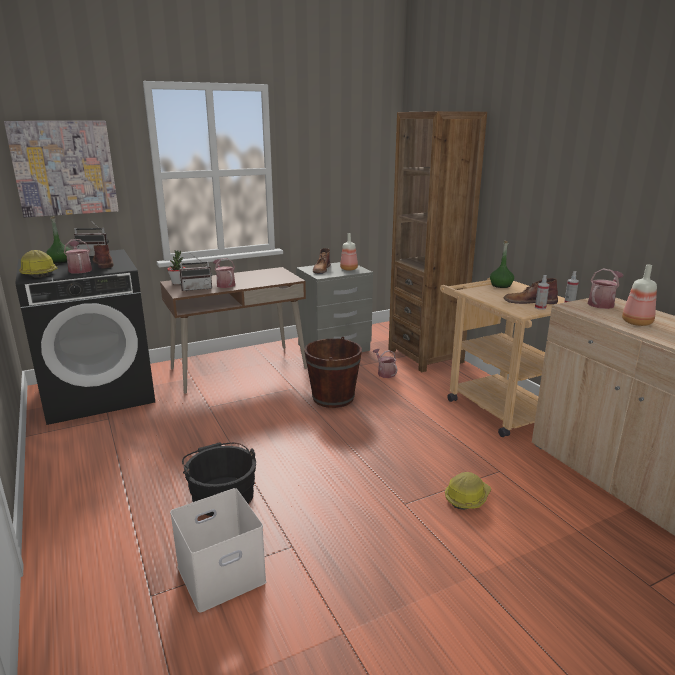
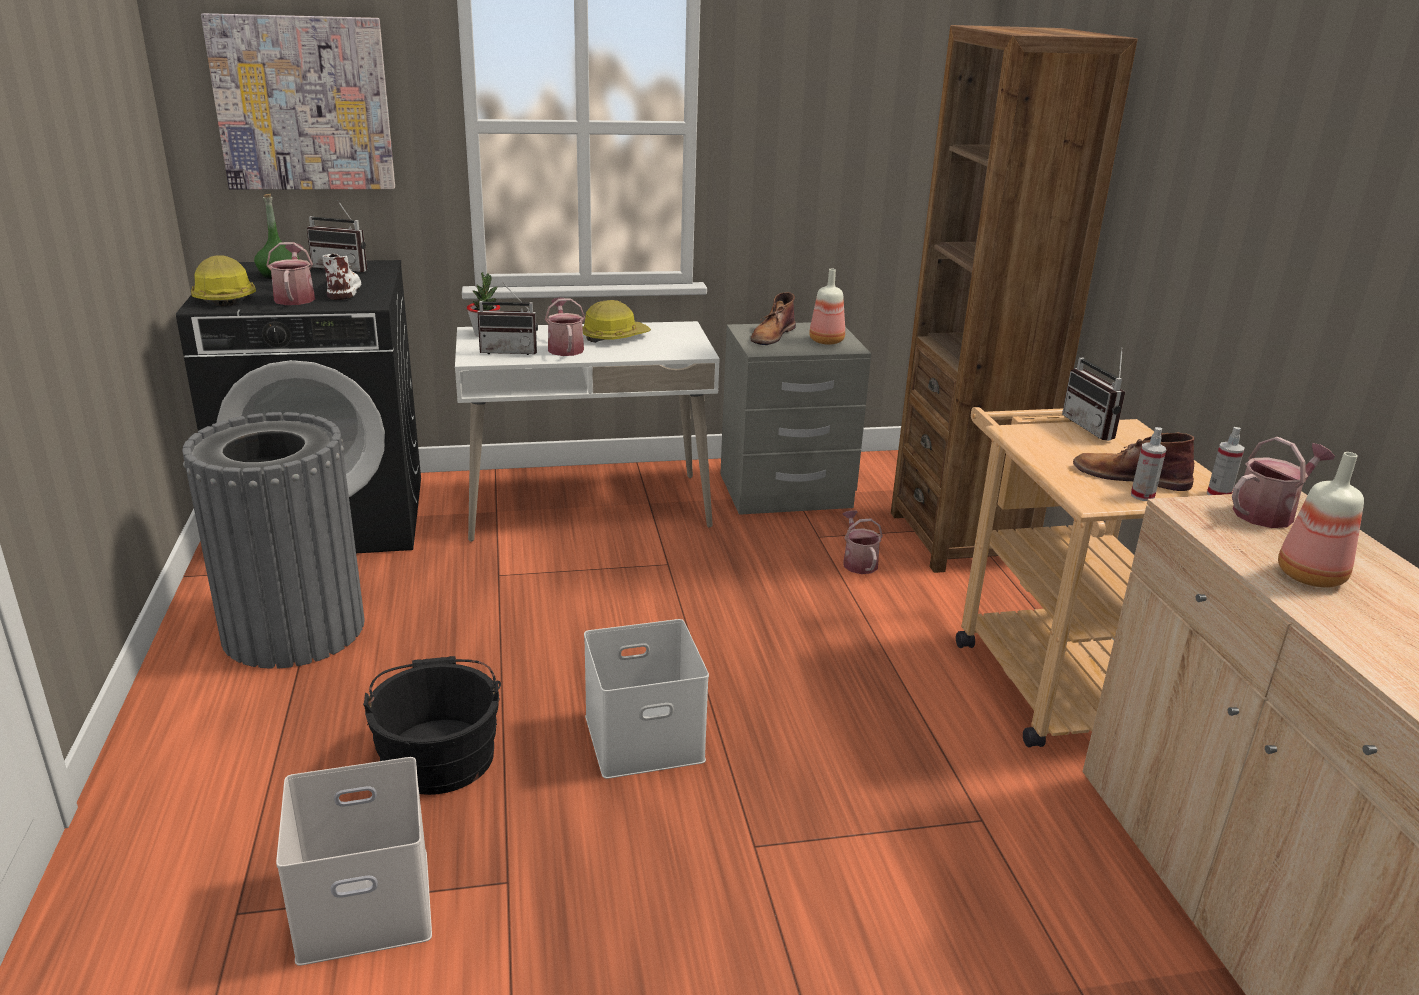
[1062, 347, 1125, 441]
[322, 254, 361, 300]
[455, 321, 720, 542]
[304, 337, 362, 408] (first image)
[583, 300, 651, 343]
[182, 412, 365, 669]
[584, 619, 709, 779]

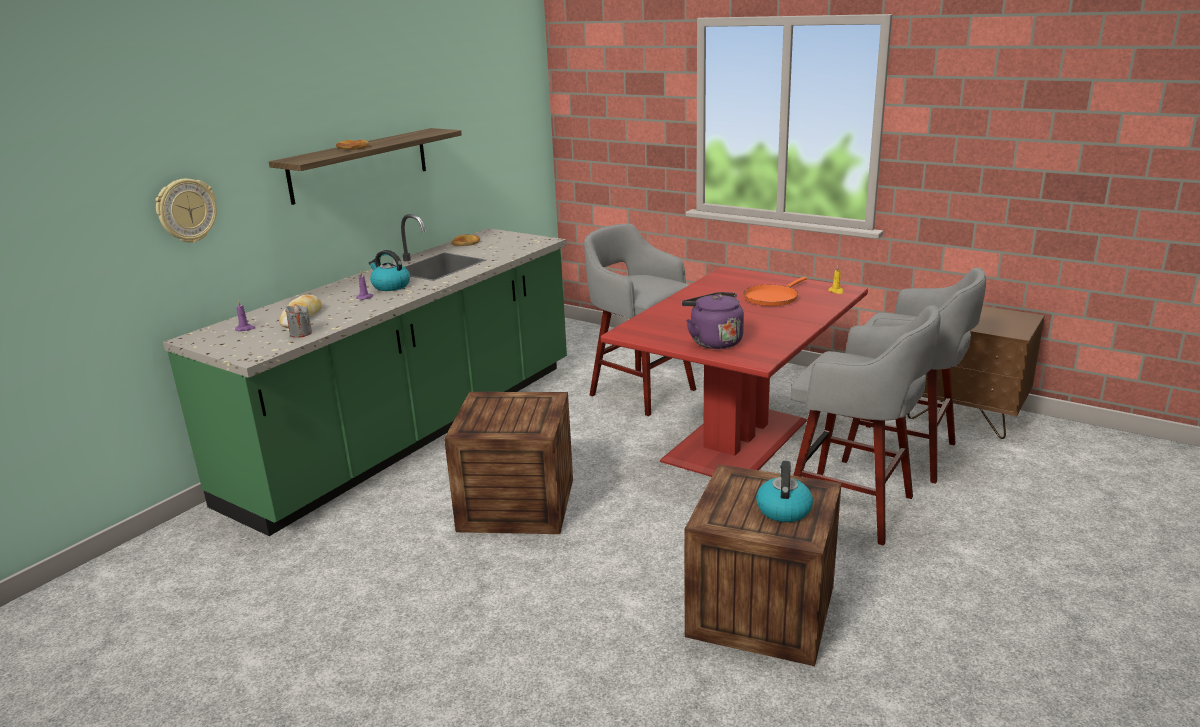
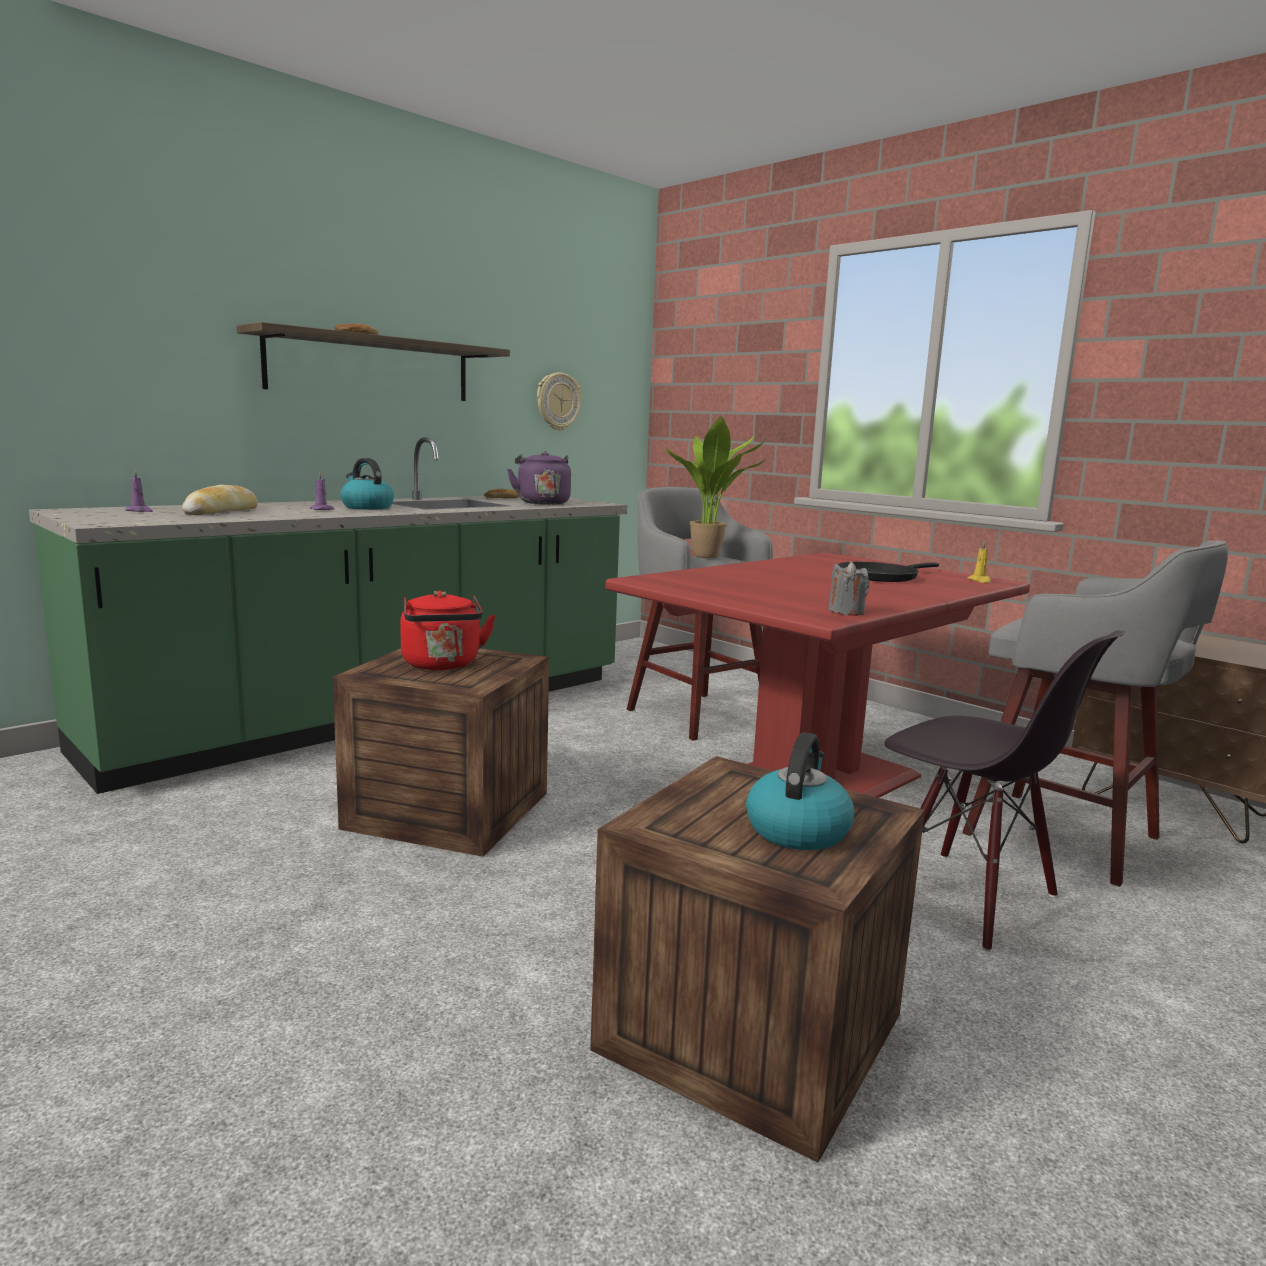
[537, 373, 582, 431]
[837, 562, 939, 582]
[507, 451, 571, 505]
[828, 561, 869, 616]
[884, 630, 1126, 952]
[666, 417, 767, 558]
[400, 590, 496, 670]

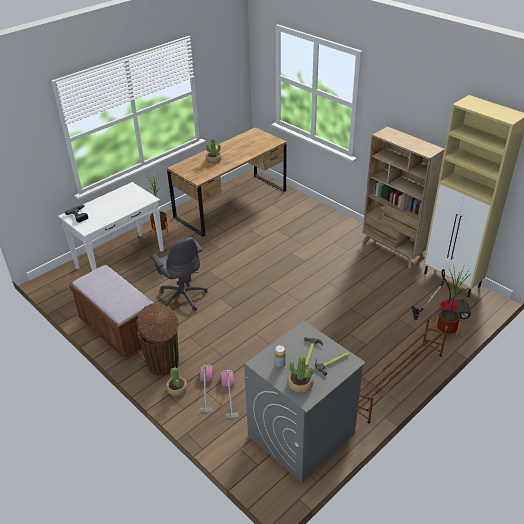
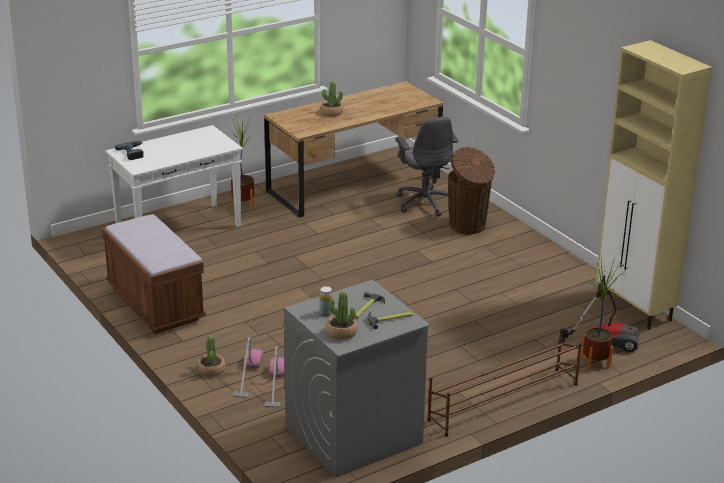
[362, 126, 445, 268] (first image)
[395, 117, 458, 217]
[448, 147, 495, 234]

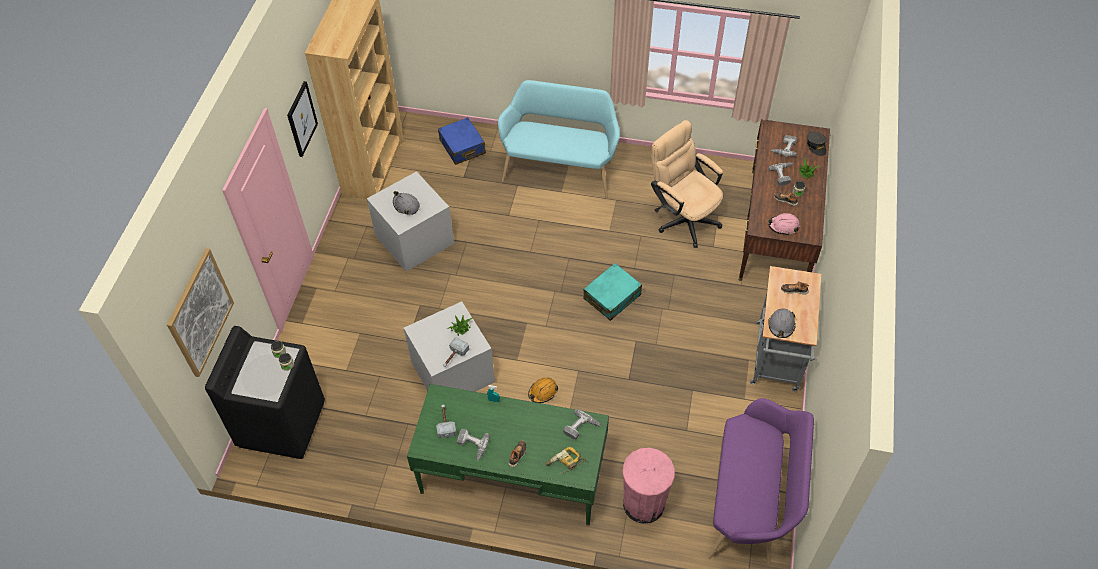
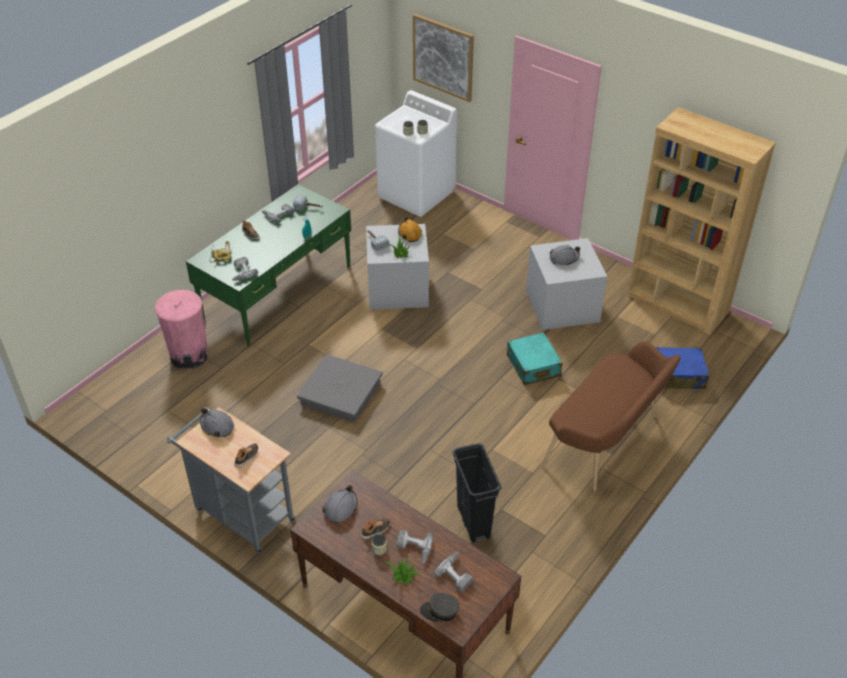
[541, 341, 681, 491]
[287, 81, 318, 157] (first image)
[452, 443, 501, 542]
[322, 485, 358, 523]
[507, 332, 563, 385]
[375, 90, 457, 217]
[398, 217, 422, 242]
[708, 398, 814, 565] (first image)
[297, 354, 383, 422]

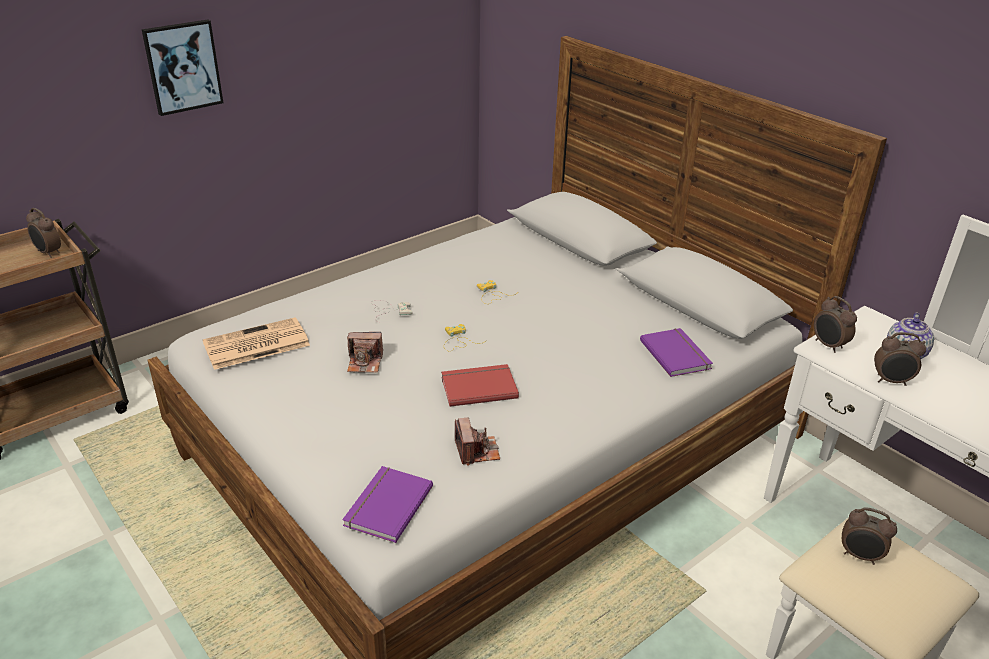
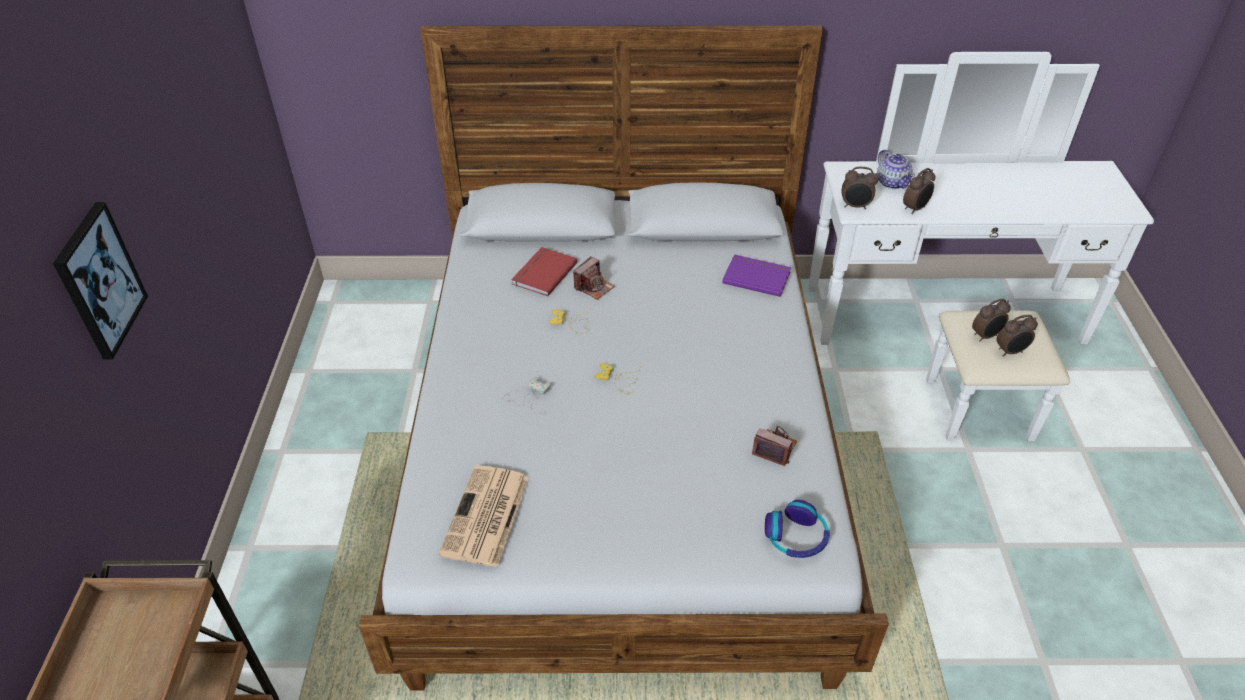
[996, 315, 1038, 357]
[573, 256, 615, 300]
[511, 247, 577, 297]
[765, 500, 830, 558]

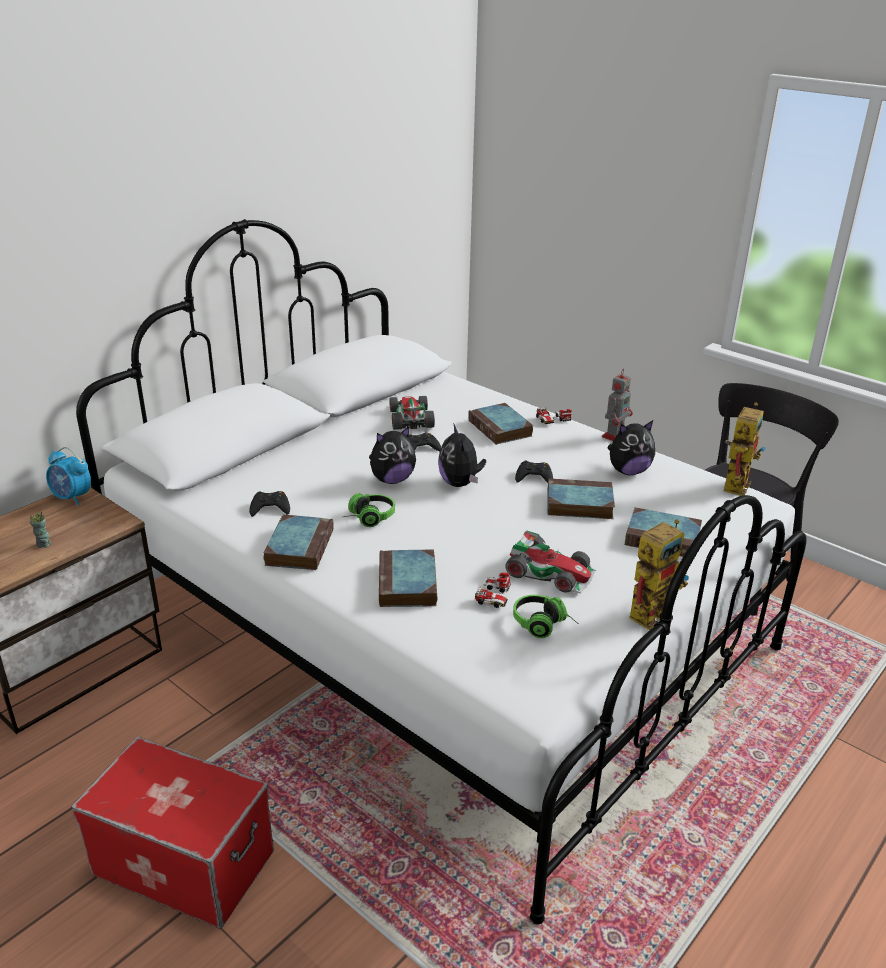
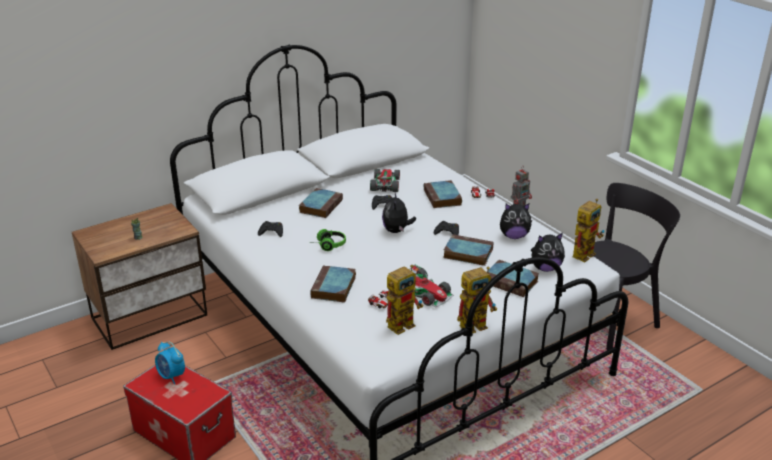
[531, 233, 565, 272]
[155, 342, 185, 384]
[299, 188, 343, 218]
[386, 265, 423, 335]

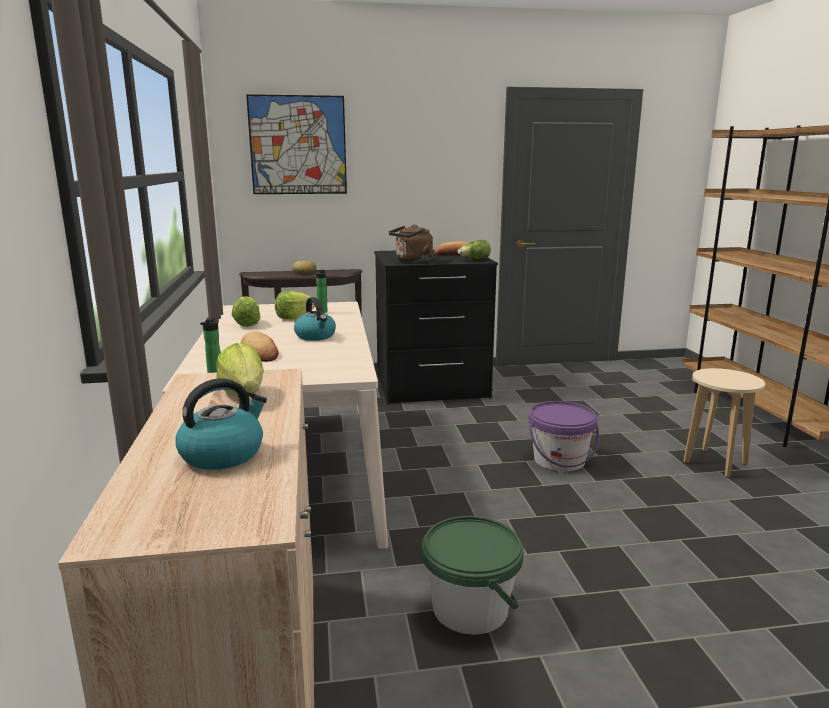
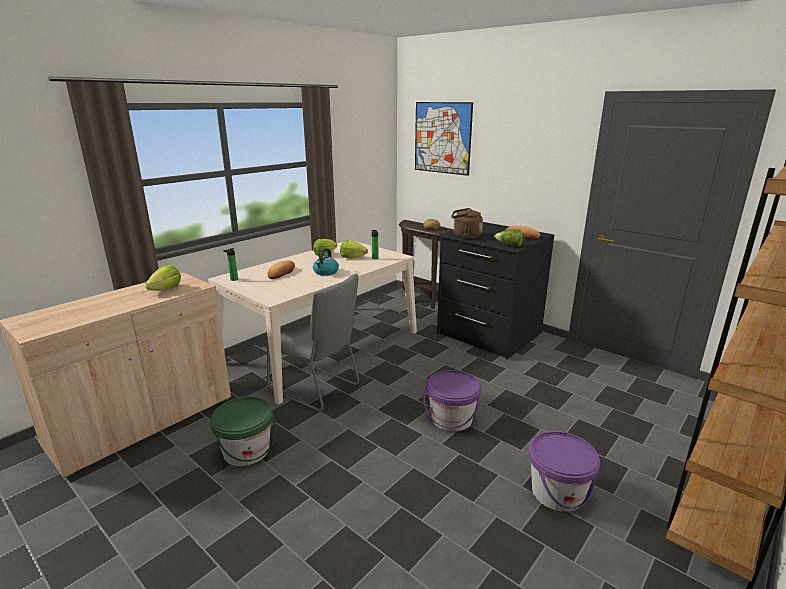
[528, 431, 600, 512]
[175, 378, 267, 470] (first image)
[264, 274, 359, 411]

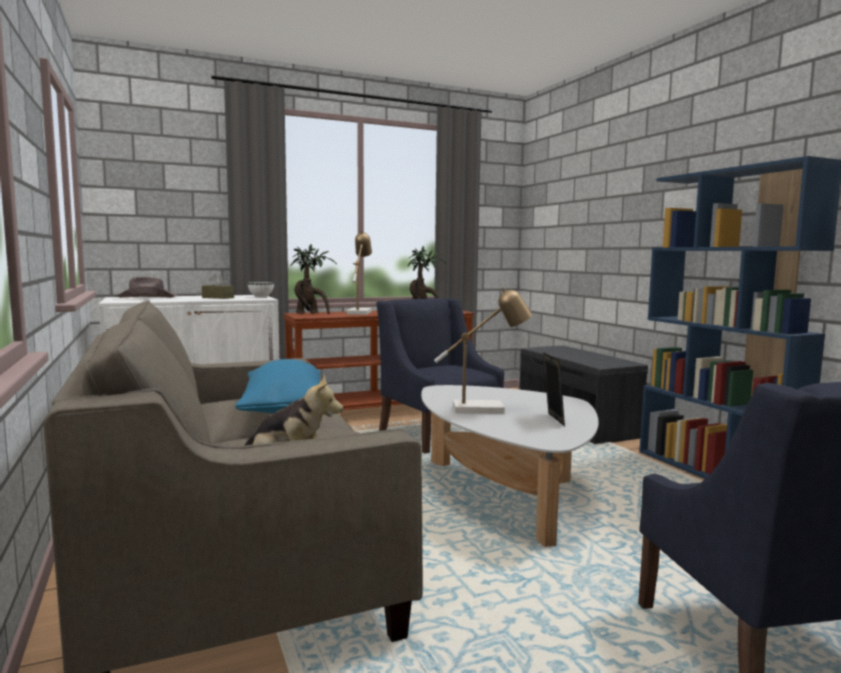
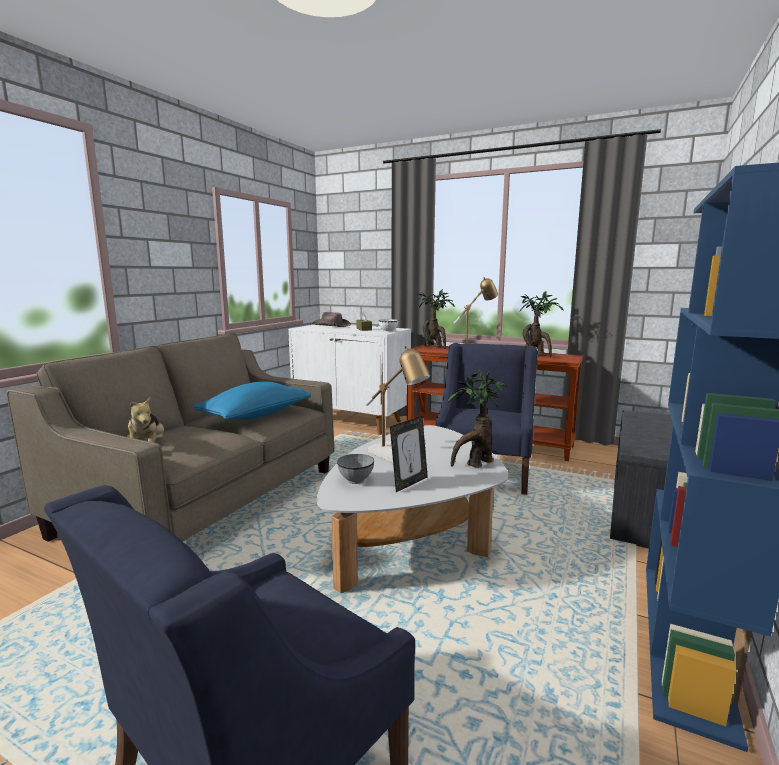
[448, 368, 508, 468]
[337, 454, 374, 484]

